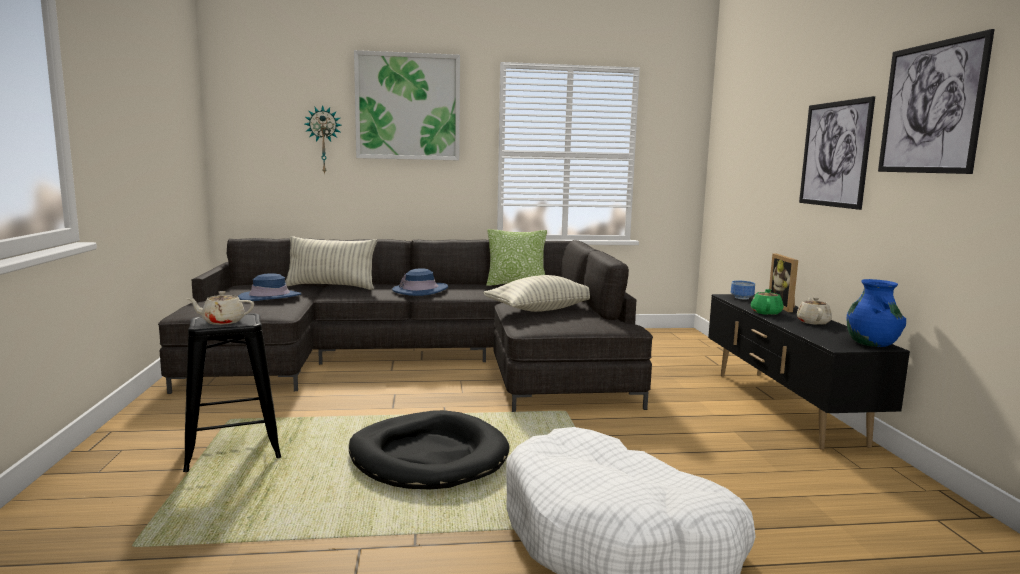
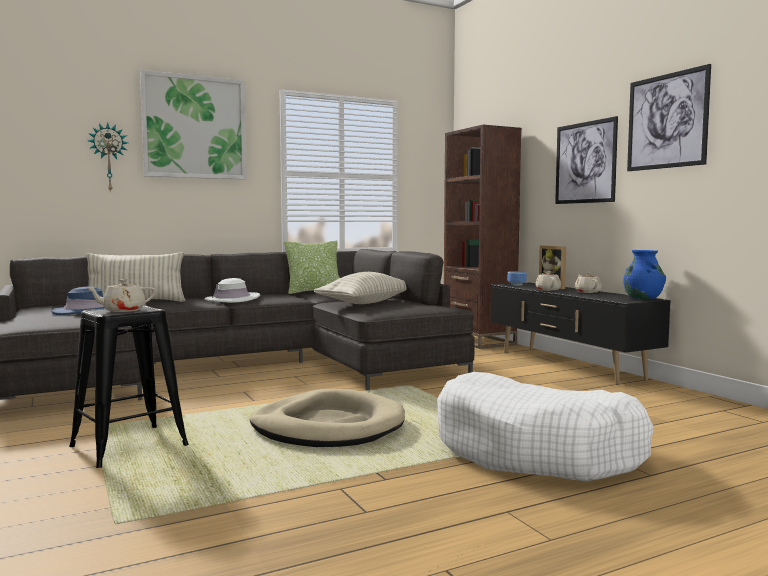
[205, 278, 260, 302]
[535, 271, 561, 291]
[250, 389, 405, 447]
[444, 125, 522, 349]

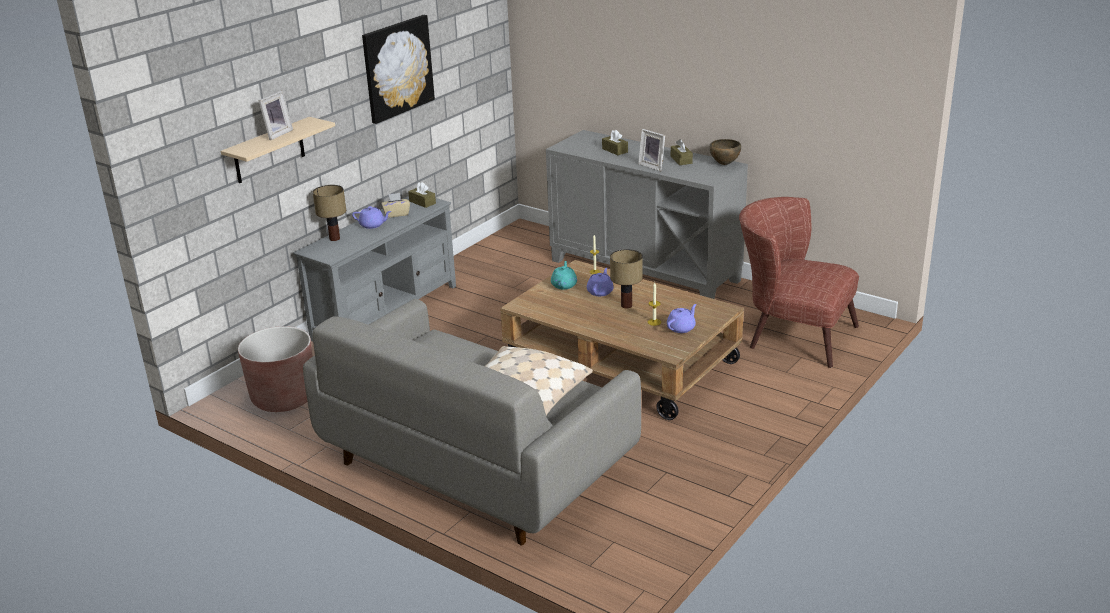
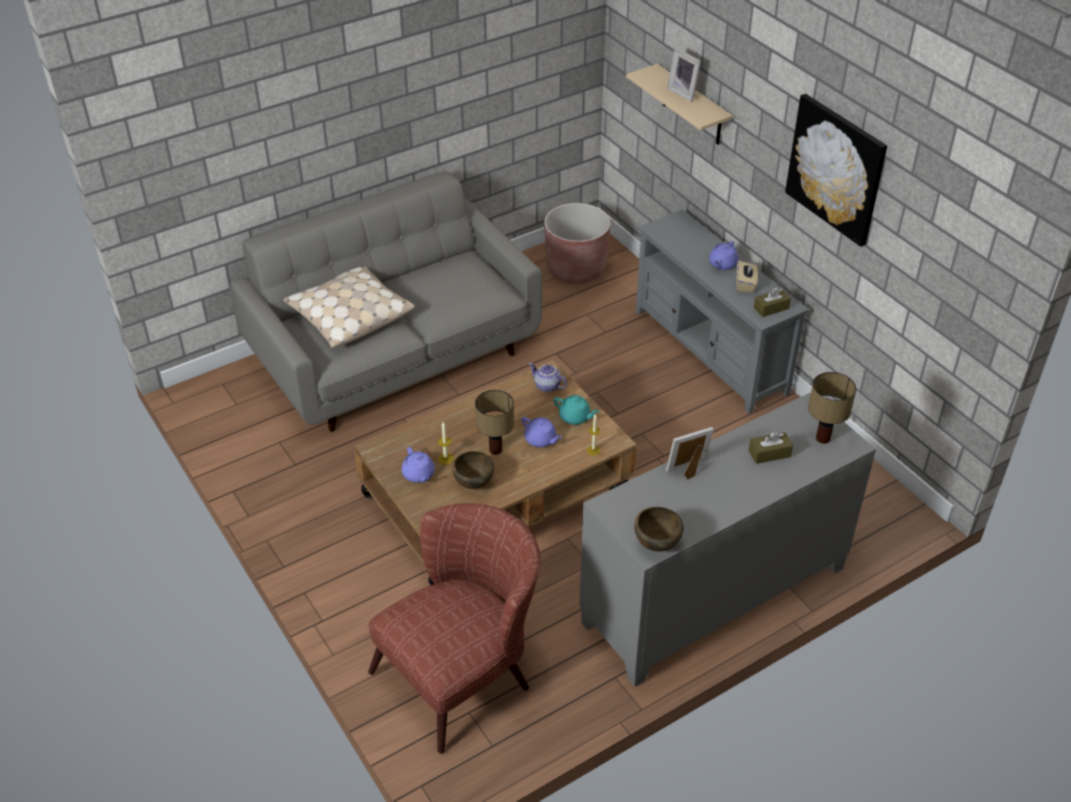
[671, 139, 693, 165] (first image)
[808, 372, 856, 444]
[529, 363, 567, 392]
[452, 451, 494, 489]

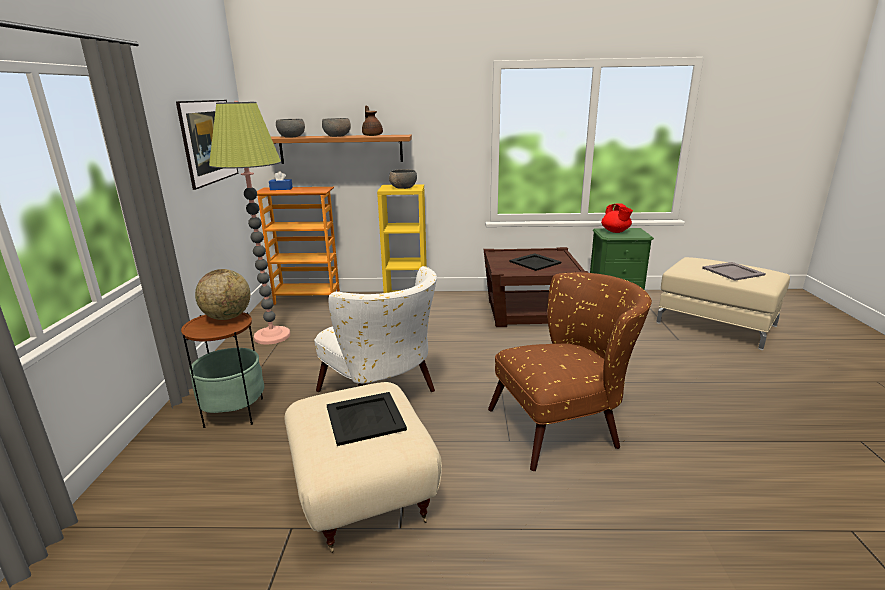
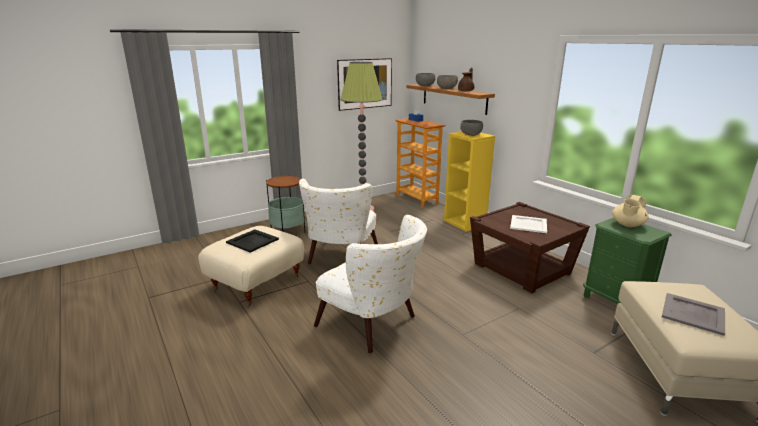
[612, 195, 648, 227]
[510, 215, 547, 233]
[195, 269, 250, 320] (first image)
[314, 215, 427, 353]

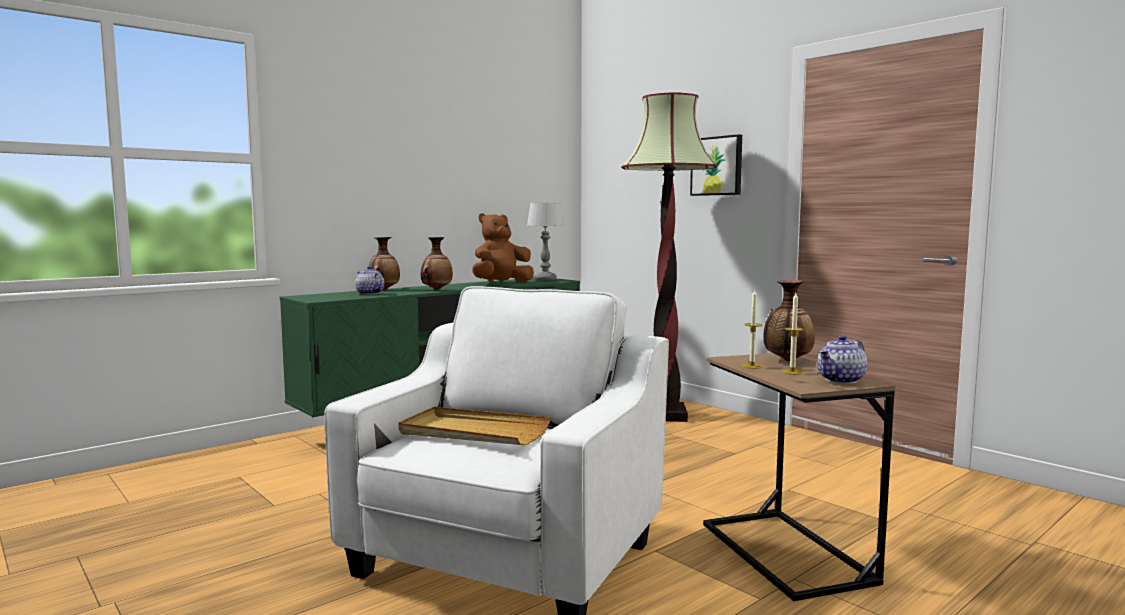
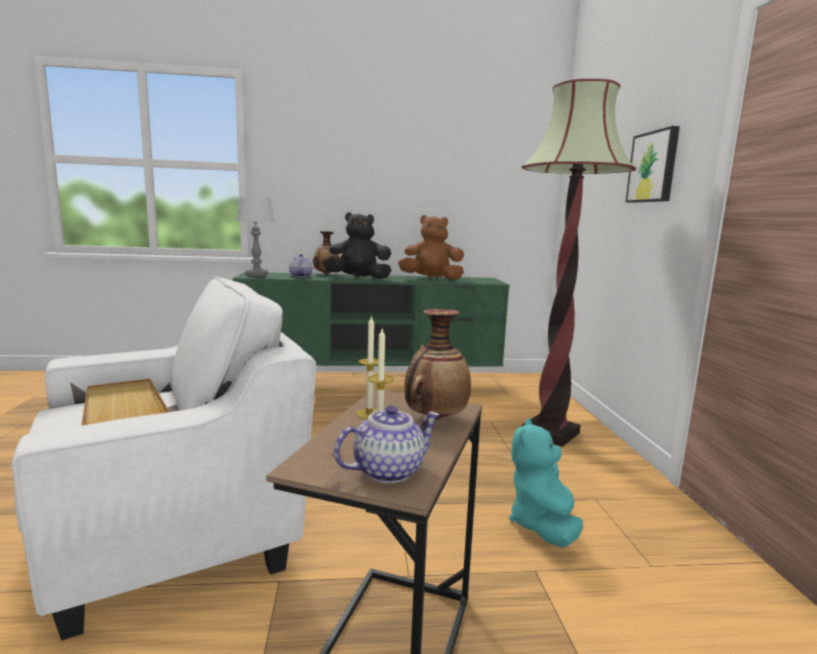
[236, 197, 275, 277]
[323, 212, 391, 279]
[334, 405, 440, 483]
[509, 418, 583, 547]

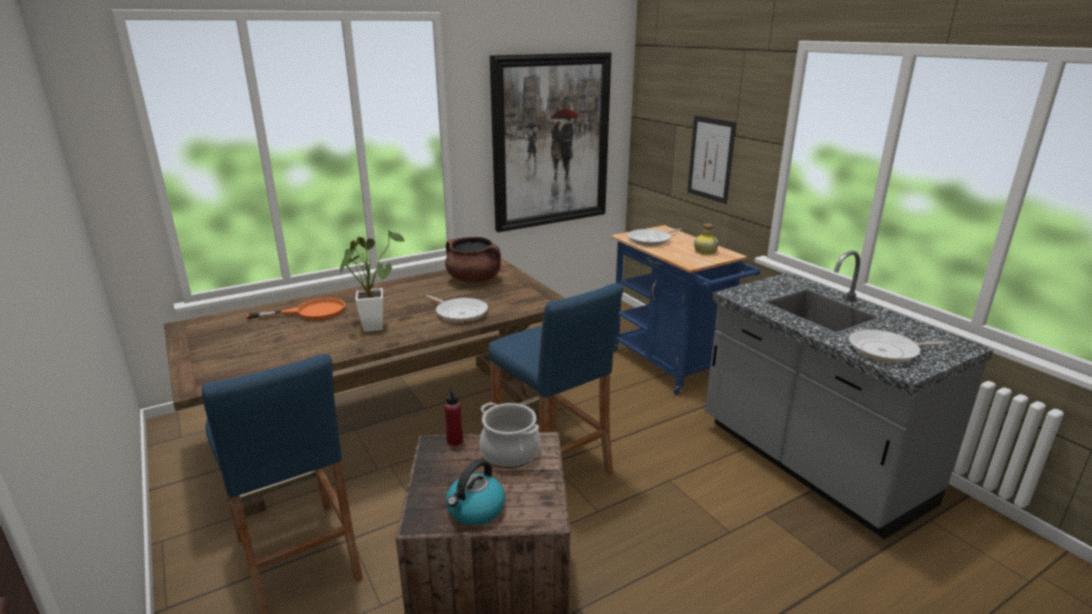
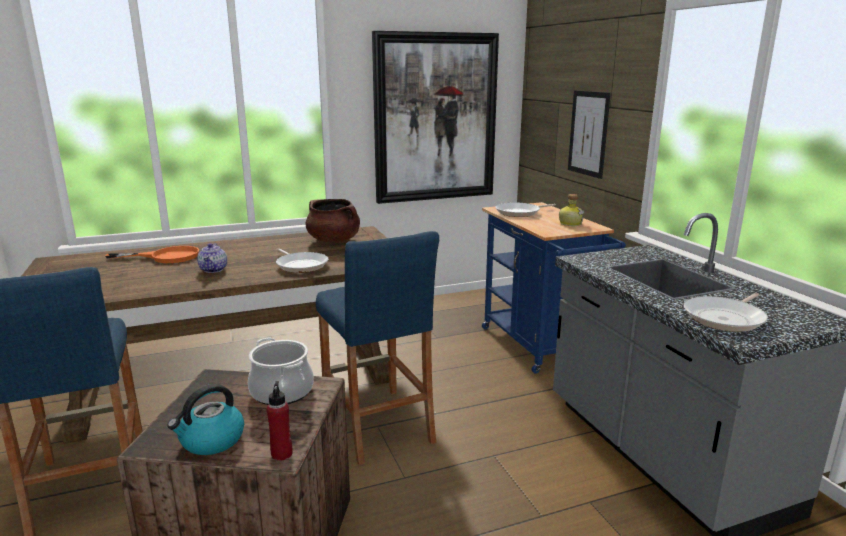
[197, 243, 227, 273]
[684, 293, 768, 332]
[267, 381, 292, 461]

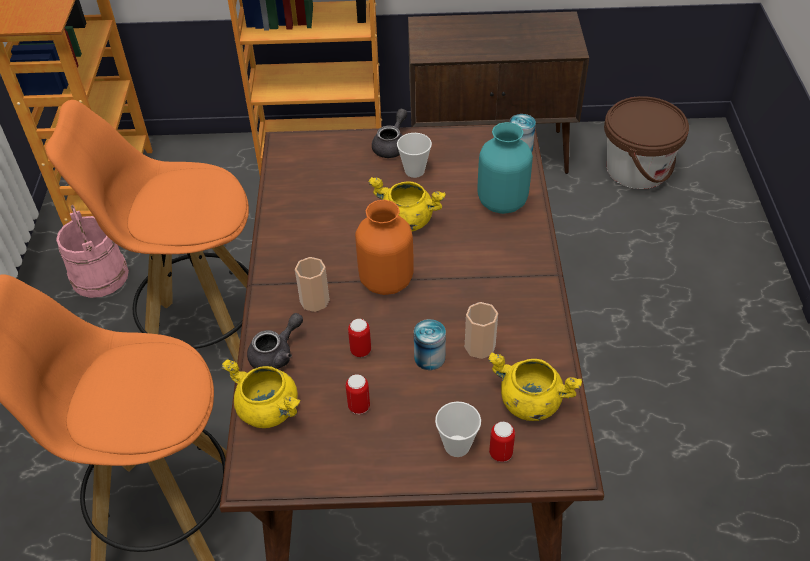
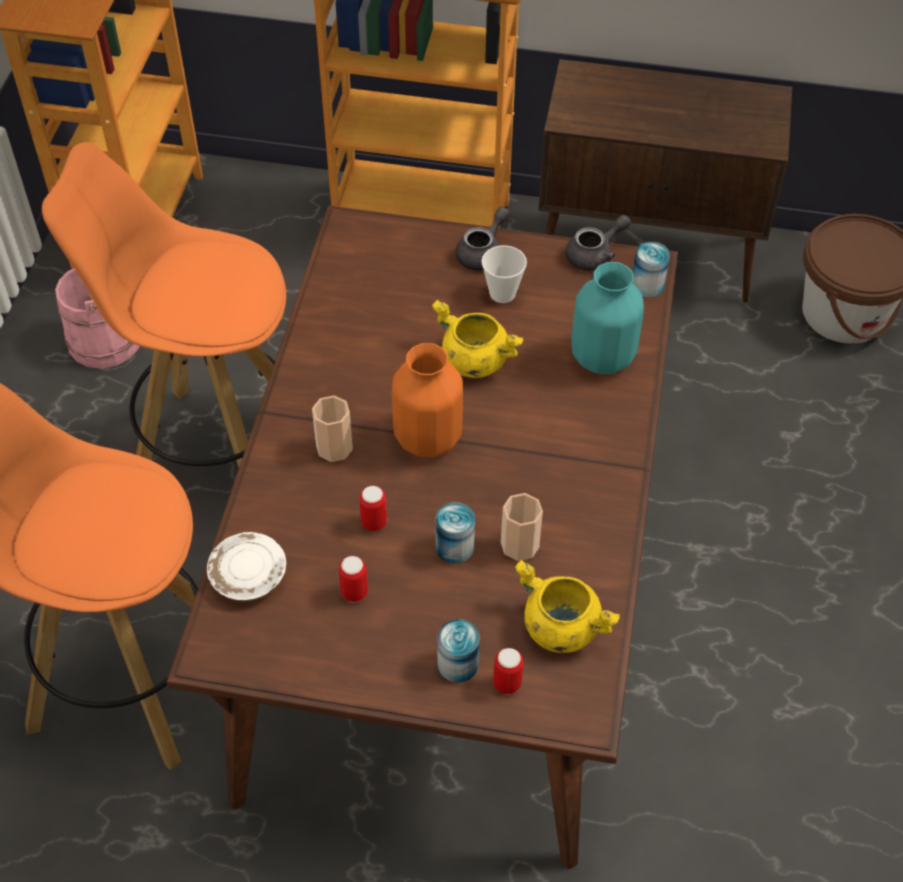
[566, 215, 631, 271]
[207, 532, 286, 601]
[437, 619, 479, 683]

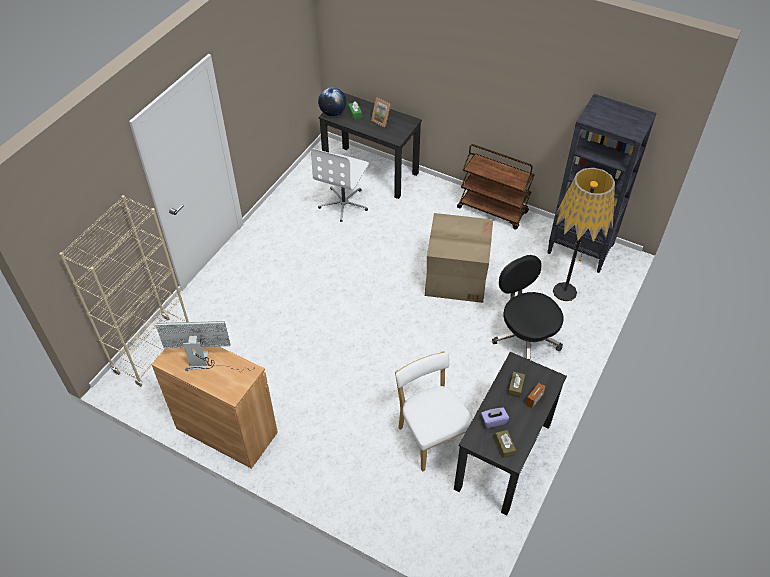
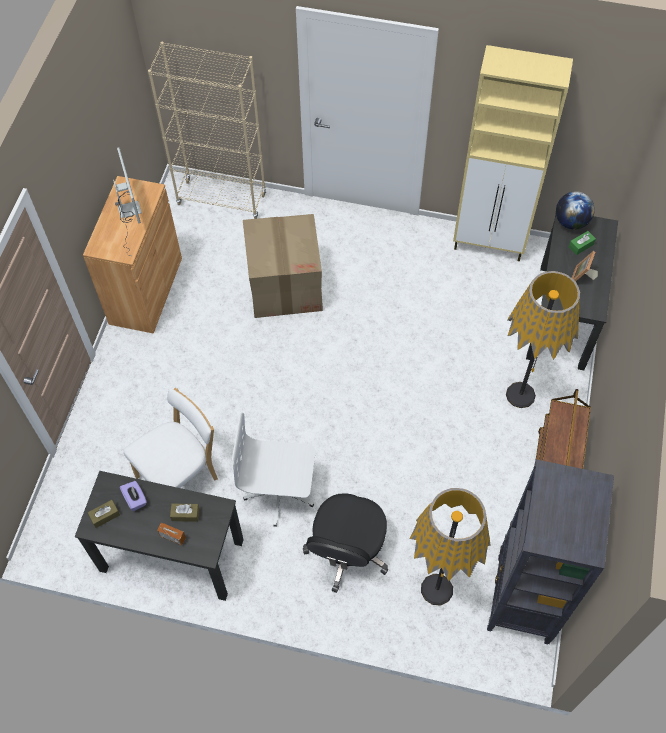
[232, 413, 315, 527]
[243, 214, 323, 318]
[303, 493, 389, 593]
[453, 45, 573, 261]
[506, 271, 580, 408]

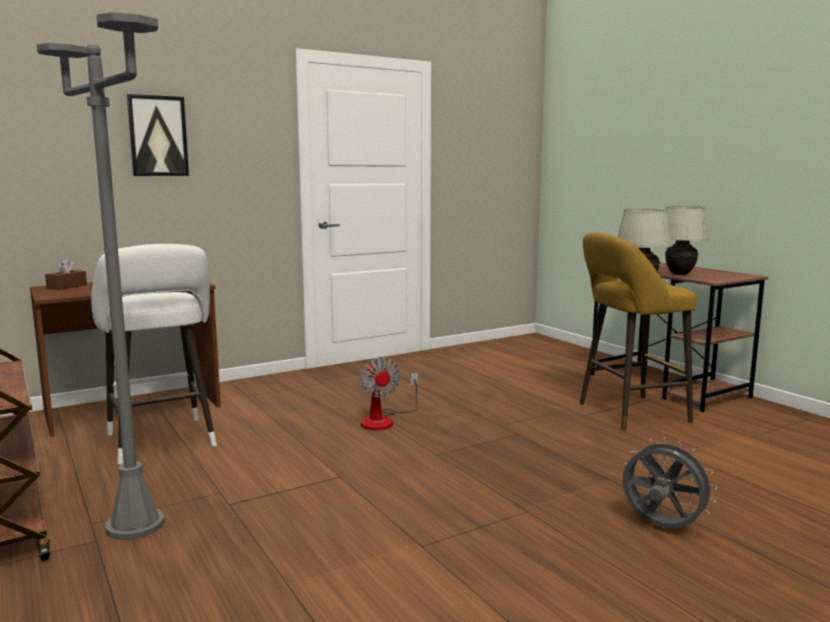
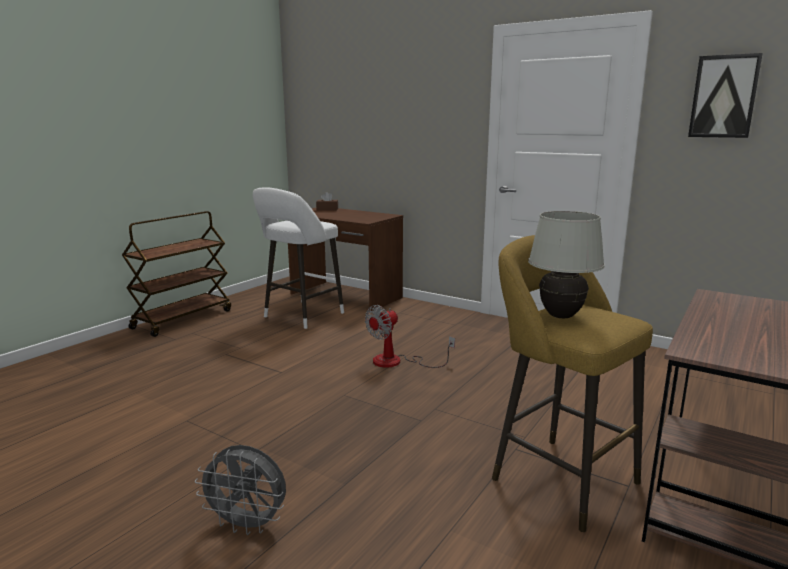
[37, 12, 165, 540] (first image)
[688, 53, 763, 138]
[665, 206, 709, 275] (first image)
[195, 445, 286, 535]

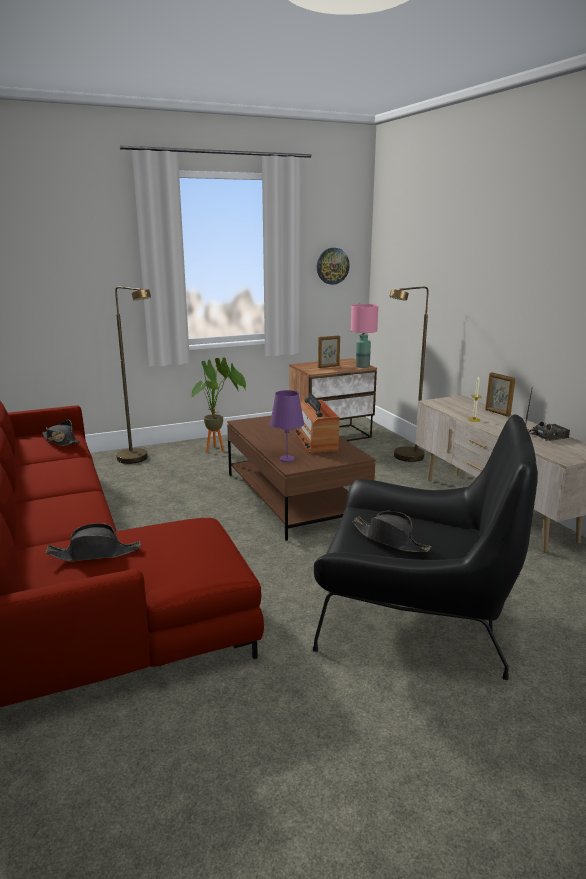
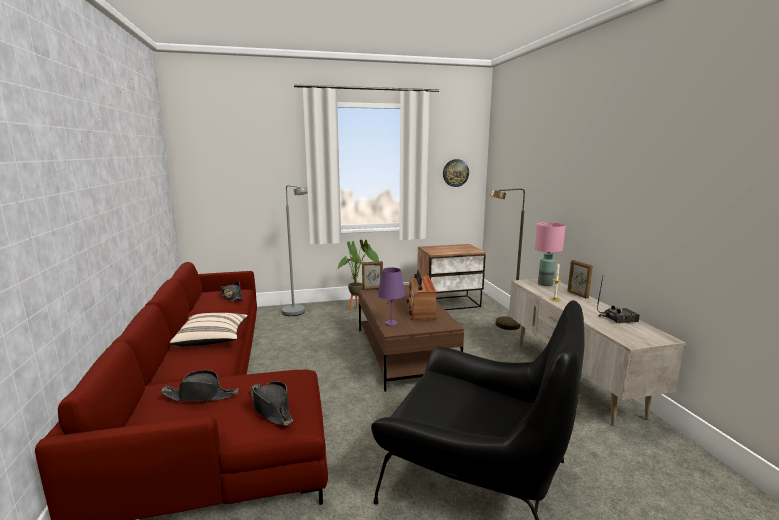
[282, 185, 308, 316]
[535, 222, 566, 286]
[362, 261, 383, 290]
[250, 381, 293, 426]
[170, 313, 248, 346]

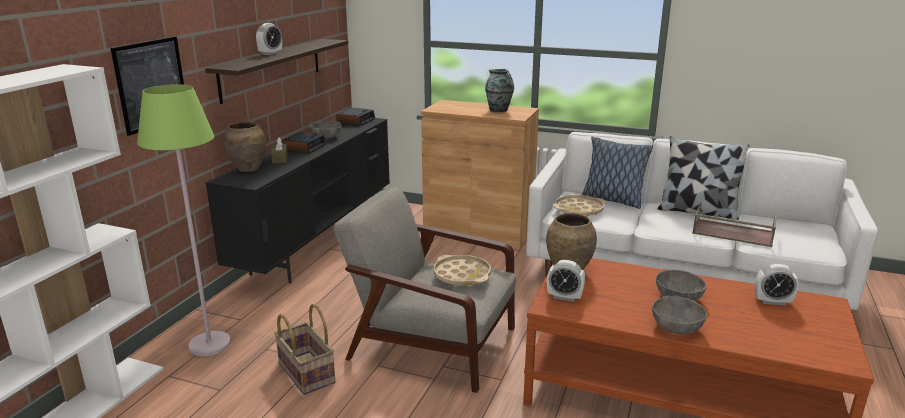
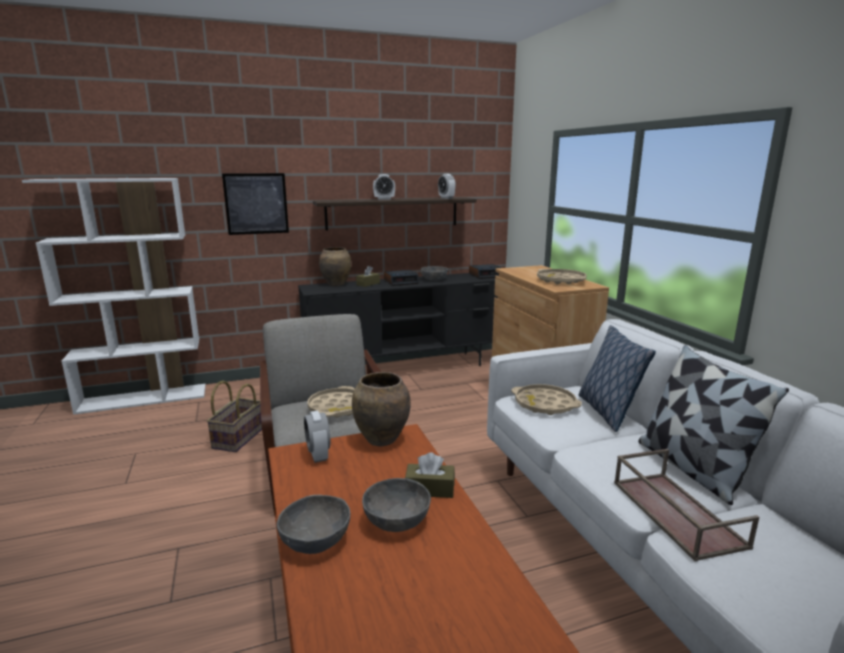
[537, 269, 587, 284]
[137, 84, 231, 356] (first image)
[438, 174, 456, 199]
[405, 453, 455, 498]

